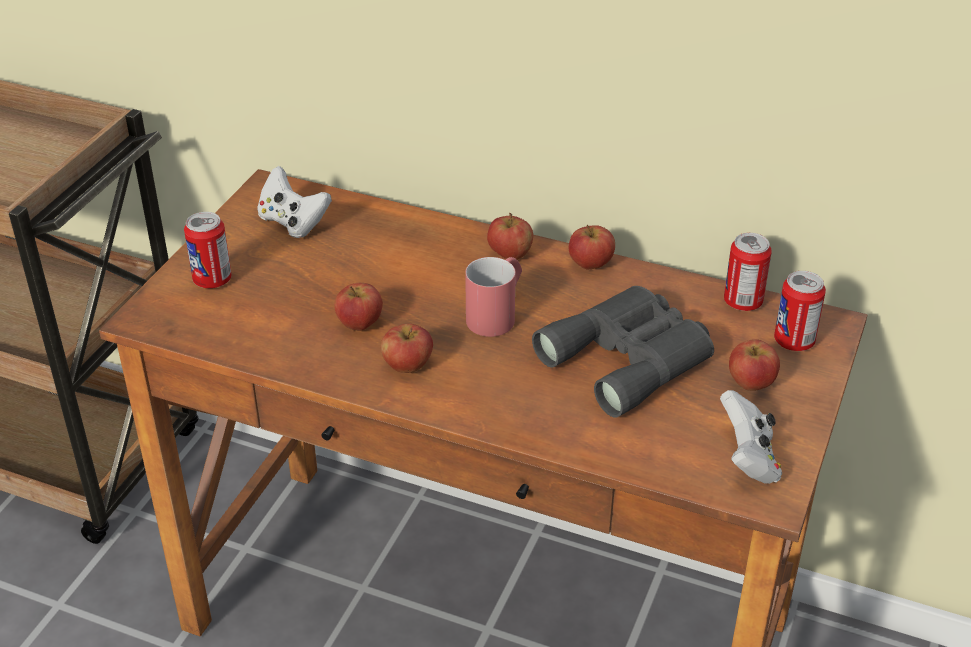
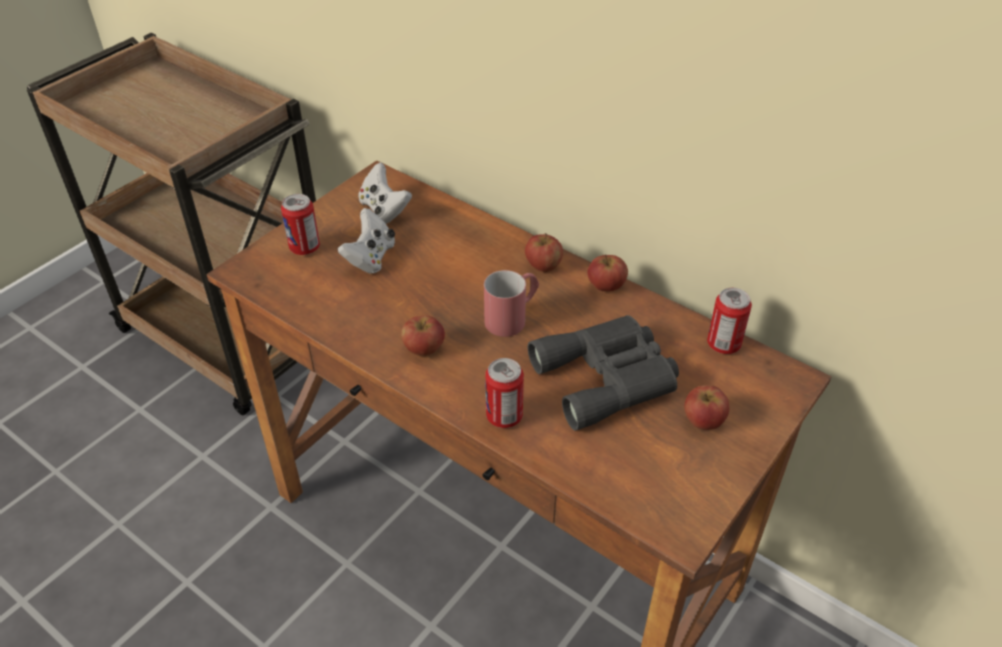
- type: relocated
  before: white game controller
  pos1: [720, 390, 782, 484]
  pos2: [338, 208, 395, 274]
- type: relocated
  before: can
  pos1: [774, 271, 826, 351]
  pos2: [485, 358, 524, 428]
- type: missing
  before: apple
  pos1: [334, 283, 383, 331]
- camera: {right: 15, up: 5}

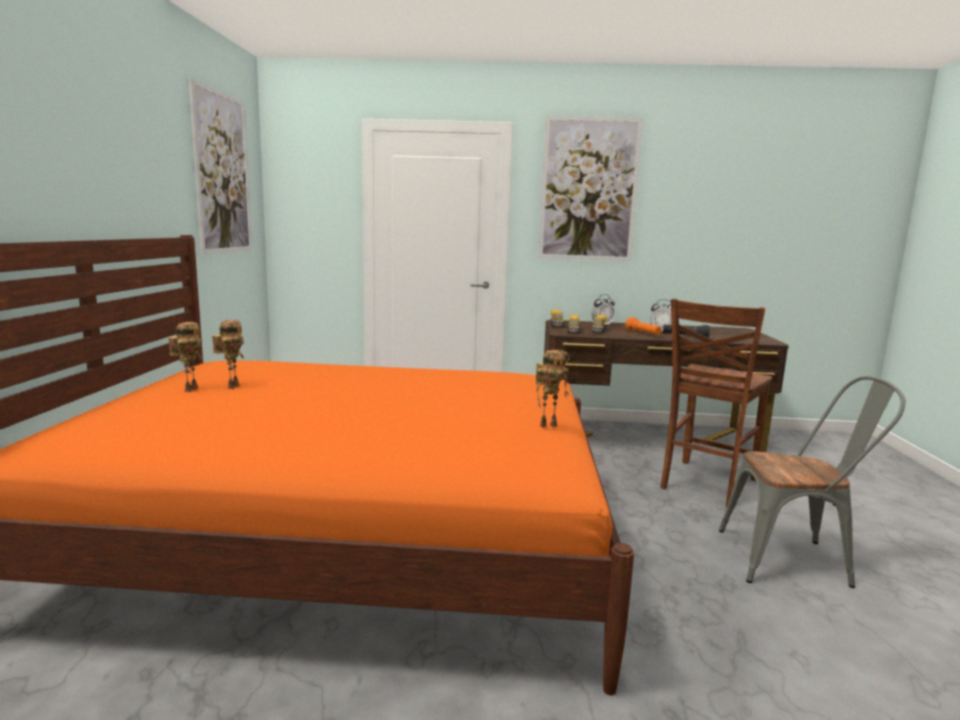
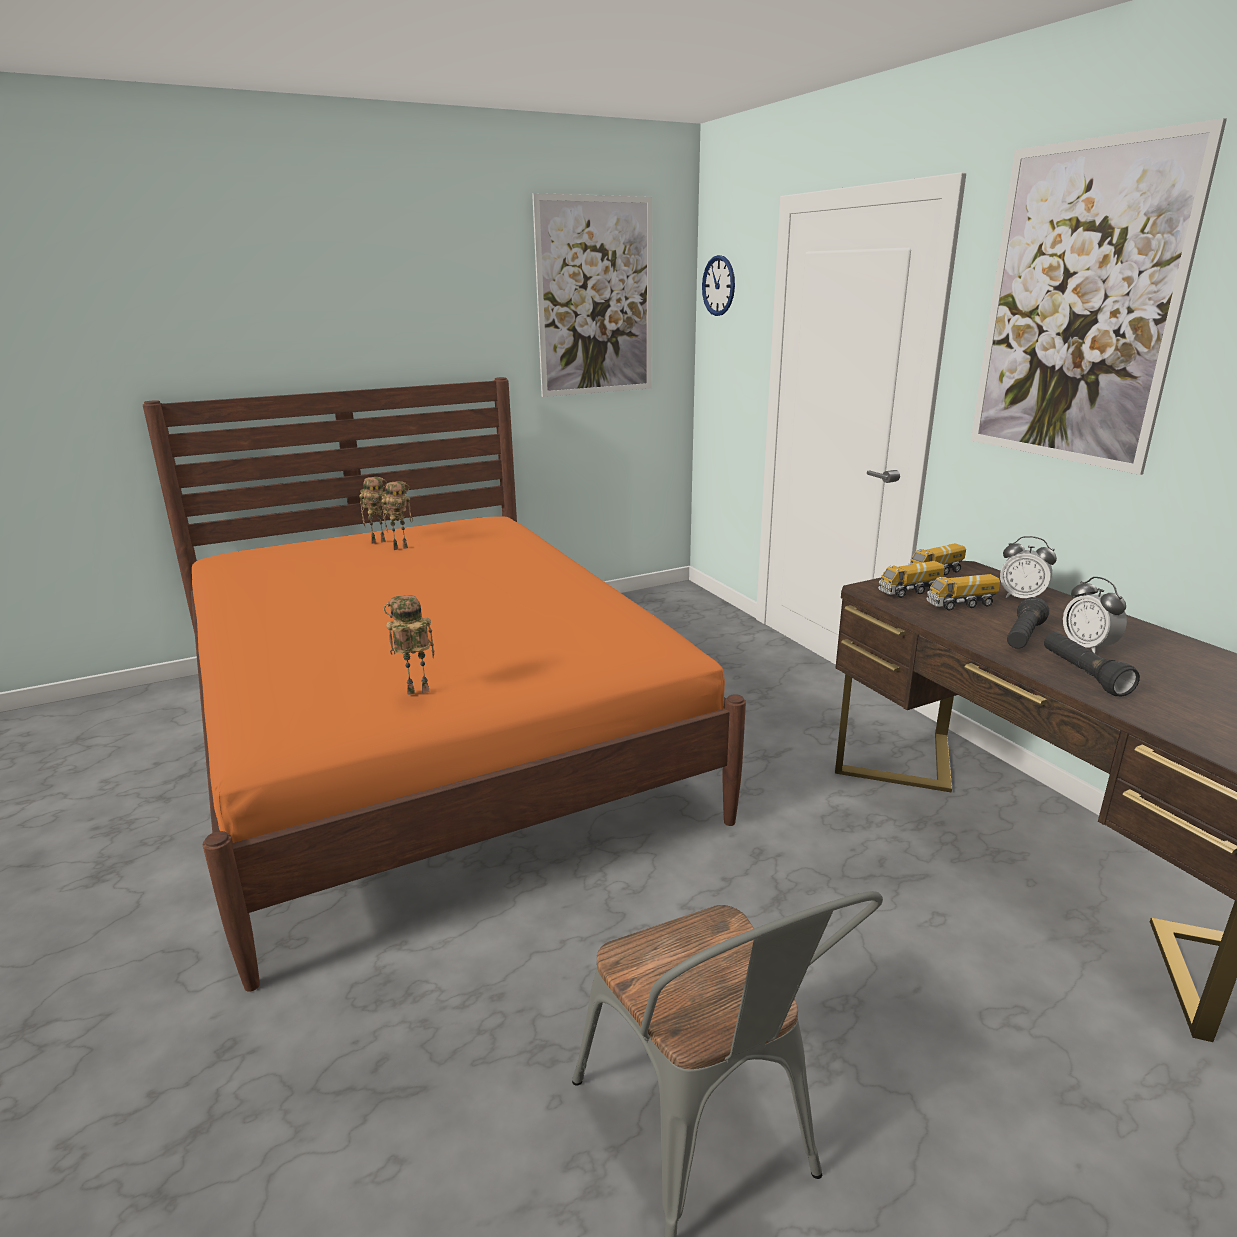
- type: spun
  before: toy robot
  pos1: [535, 350, 570, 428]
  pos2: [383, 595, 434, 695]
  turn: 120
- type: appeared
  after: wall clock
  pos2: [702, 255, 735, 316]
- type: colour
  before: orange flashlight
  after: black flashlight
  pos1: [625, 317, 662, 335]
  pos2: [1007, 597, 1049, 649]
- type: missing
  before: brown chair
  pos1: [661, 299, 772, 507]
- camera: {right: 60, up: 10}

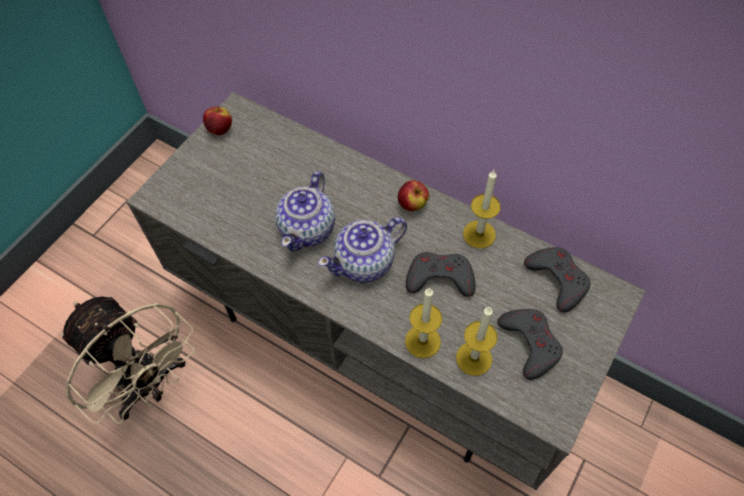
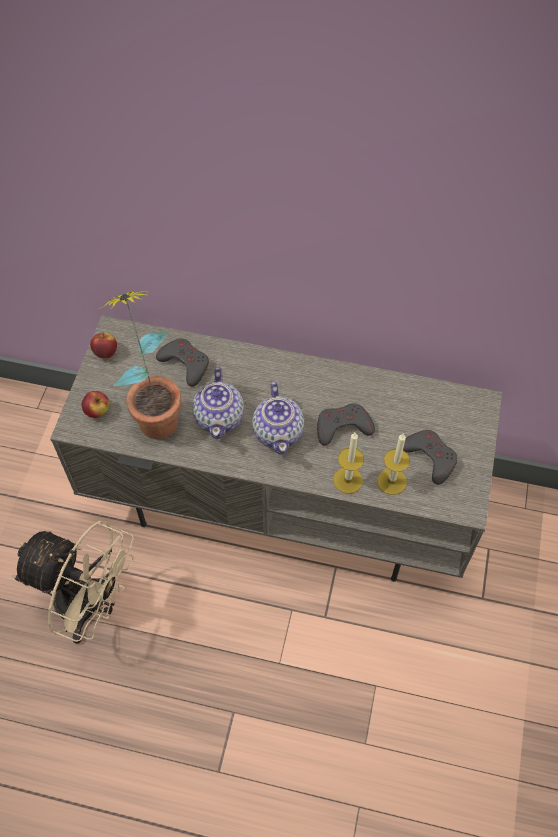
- type: relocated
  before: apple
  pos1: [398, 180, 429, 211]
  pos2: [82, 391, 110, 418]
- type: appeared
  after: potted plant
  pos2: [99, 291, 181, 439]
- type: relocated
  before: grey game controller
  pos1: [524, 247, 591, 312]
  pos2: [156, 339, 209, 387]
- type: spun
  before: teapot
  pos1: [318, 217, 407, 283]
  pos2: [252, 381, 304, 455]
  turn: -45
- type: missing
  before: candle
  pos1: [463, 170, 501, 248]
- camera: {right: -20, up: 0}

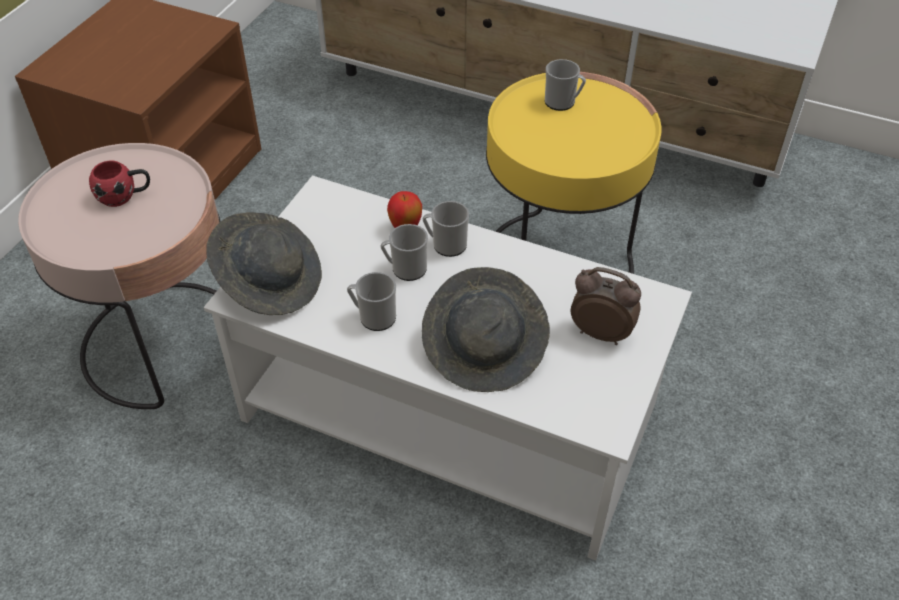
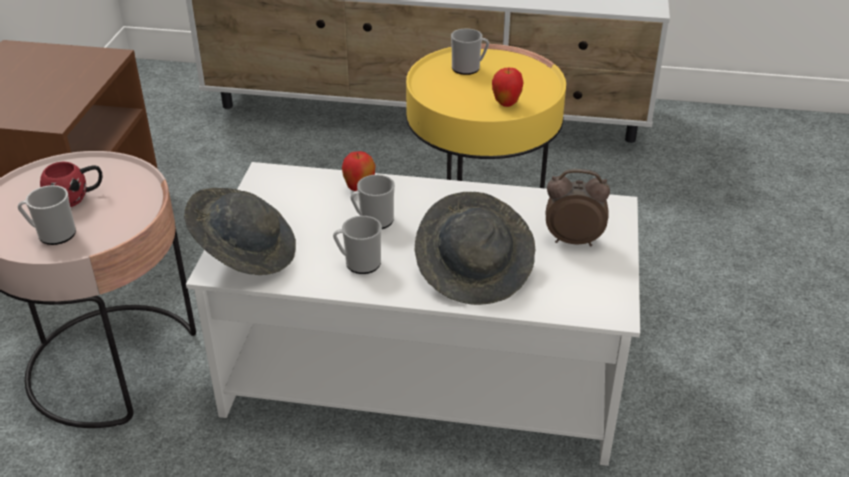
- type: relocated
  before: mug
  pos1: [423, 201, 469, 257]
  pos2: [18, 185, 76, 245]
- type: appeared
  after: apple
  pos2: [492, 68, 524, 107]
- camera: {right: -15, up: -10}

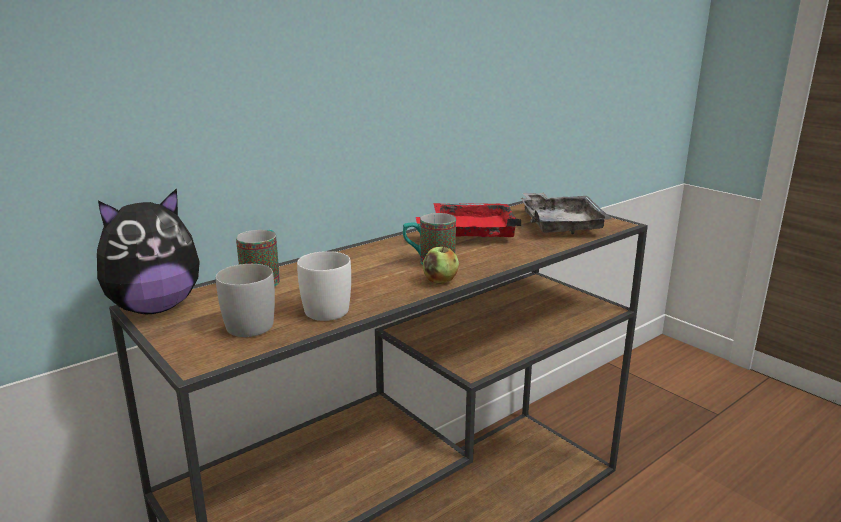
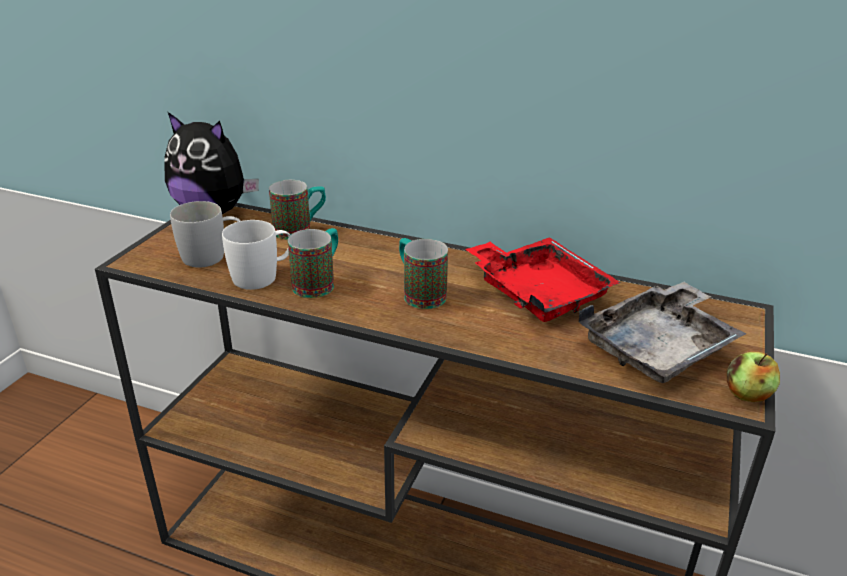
- type: appeared
  after: mug
  pos2: [288, 228, 338, 298]
- type: relocated
  before: apple
  pos1: [423, 243, 459, 284]
  pos2: [727, 352, 780, 402]
- camera: {right: 60, up: 10}

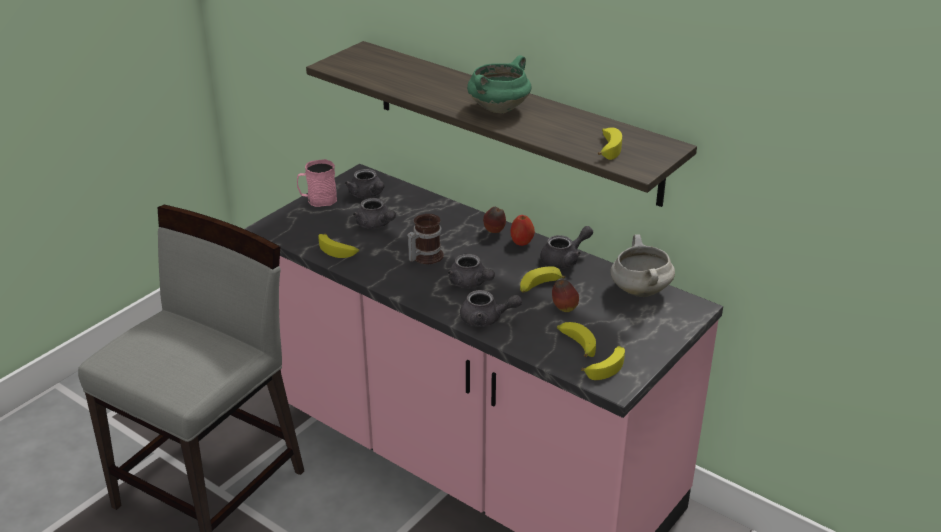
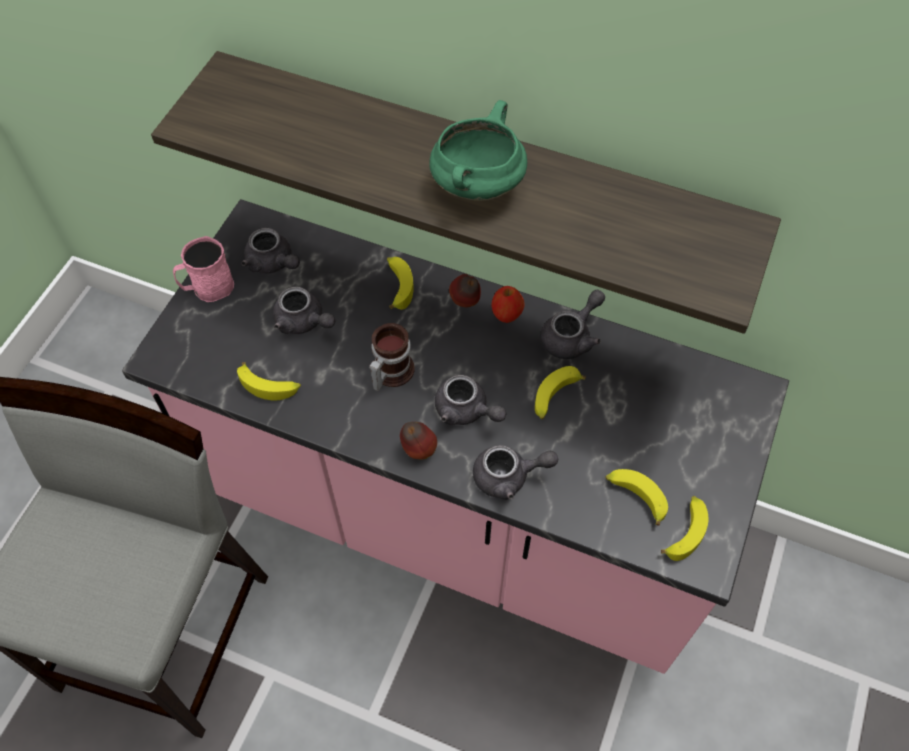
- type: relocated
  before: banana
  pos1: [598, 127, 622, 160]
  pos2: [387, 257, 414, 310]
- type: relocated
  before: apple
  pos1: [552, 279, 579, 312]
  pos2: [400, 422, 437, 459]
- type: missing
  before: white cooking pot
  pos1: [611, 234, 675, 297]
- camera: {right: -15, up: 25}

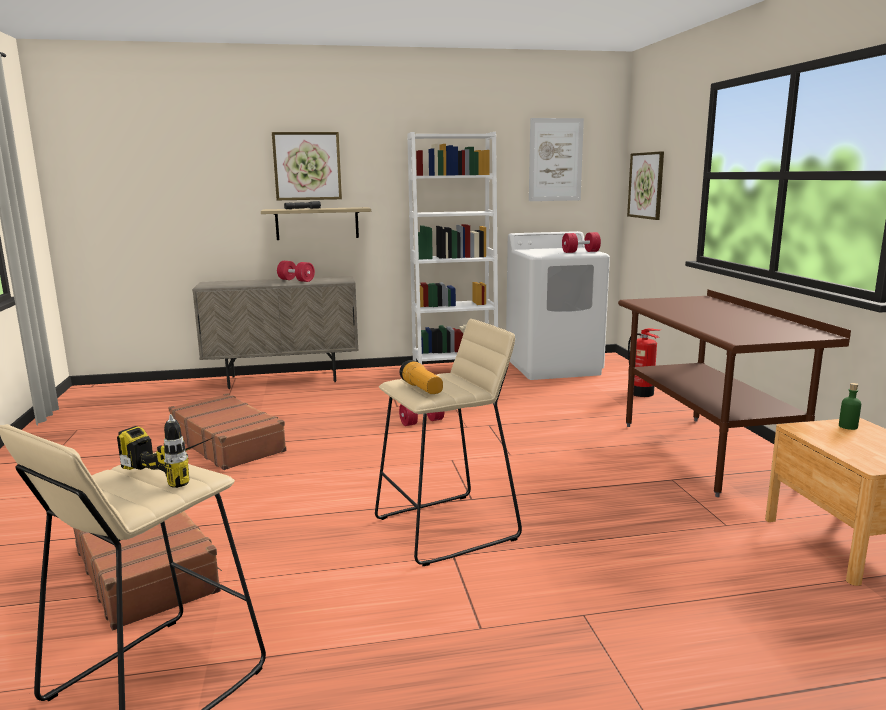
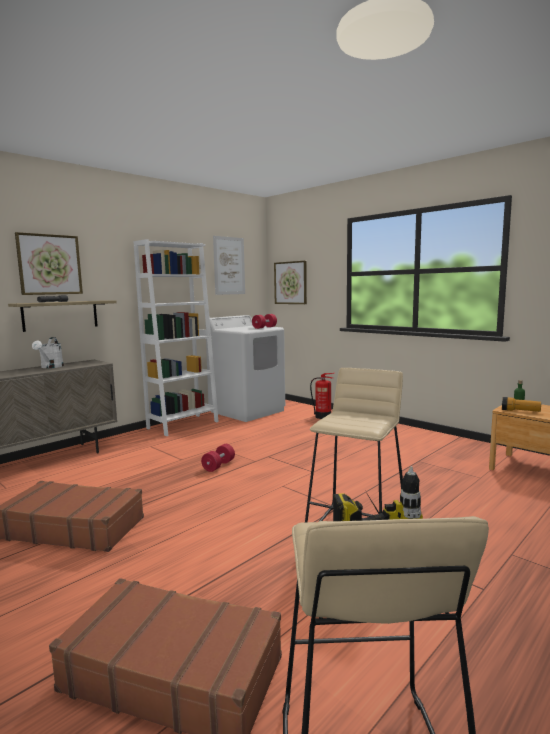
- type: exchanged
  before: red dumbbell
  after: white watering can
  pos1: [277, 261, 315, 282]
  pos2: [32, 337, 64, 368]
- type: relocated
  before: flashlight
  pos1: [400, 360, 443, 394]
  pos2: [502, 397, 541, 412]
- type: missing
  before: brown desk
  pos1: [618, 289, 851, 497]
- camera: {right: -35, up: -5}

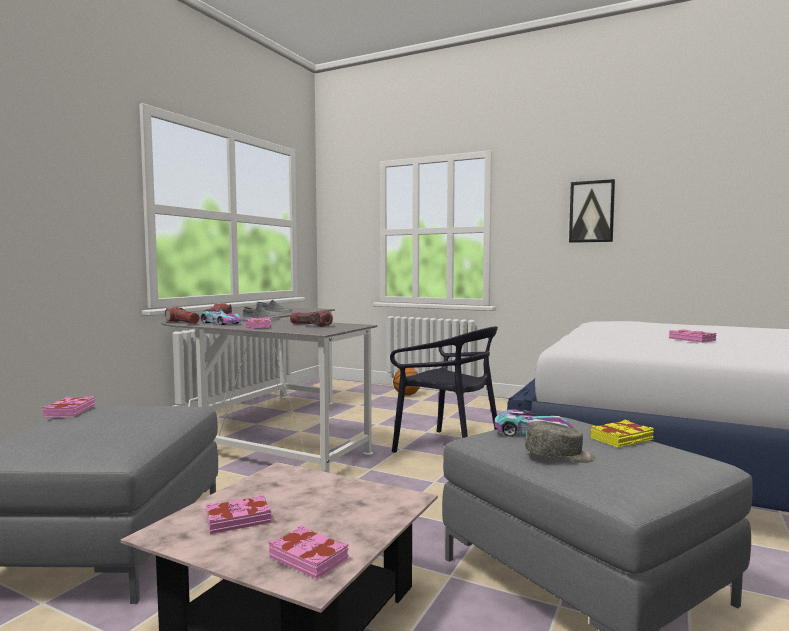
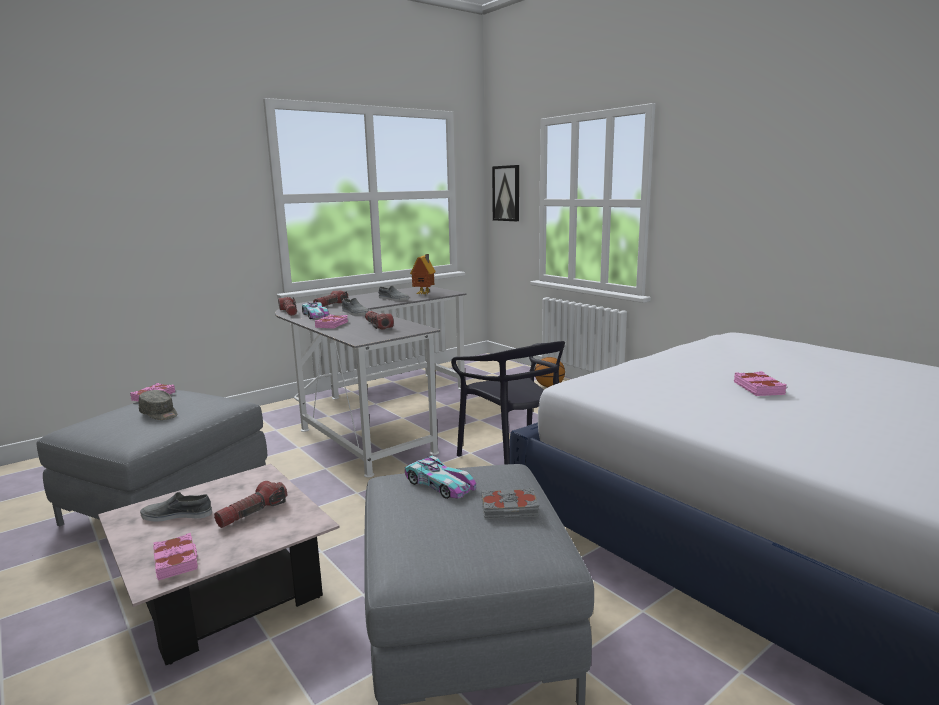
- type: relocated
  before: grey cap
  pos1: [525, 421, 595, 462]
  pos2: [139, 390, 177, 420]
- type: exchanged
  before: pink book
  after: grey shoe
  pos1: [206, 495, 271, 534]
  pos2: [140, 492, 212, 522]
- type: appeared
  after: flashlight
  pos2: [214, 481, 288, 528]
- type: appeared
  after: toy house
  pos2: [410, 254, 436, 294]
- type: colour
  before: yellow book
  after: grey book
  pos1: [591, 420, 654, 448]
  pos2: [481, 488, 539, 520]
- type: relocated
  before: picture
  pos1: [569, 179, 615, 243]
  pos2: [492, 165, 519, 221]
- camera: {right: 25, up: 10}

